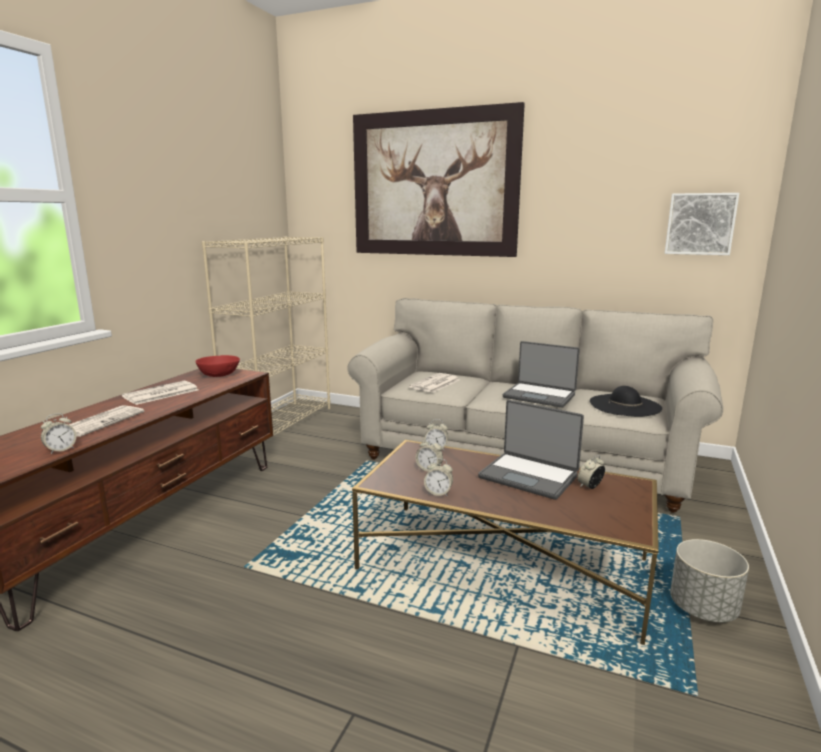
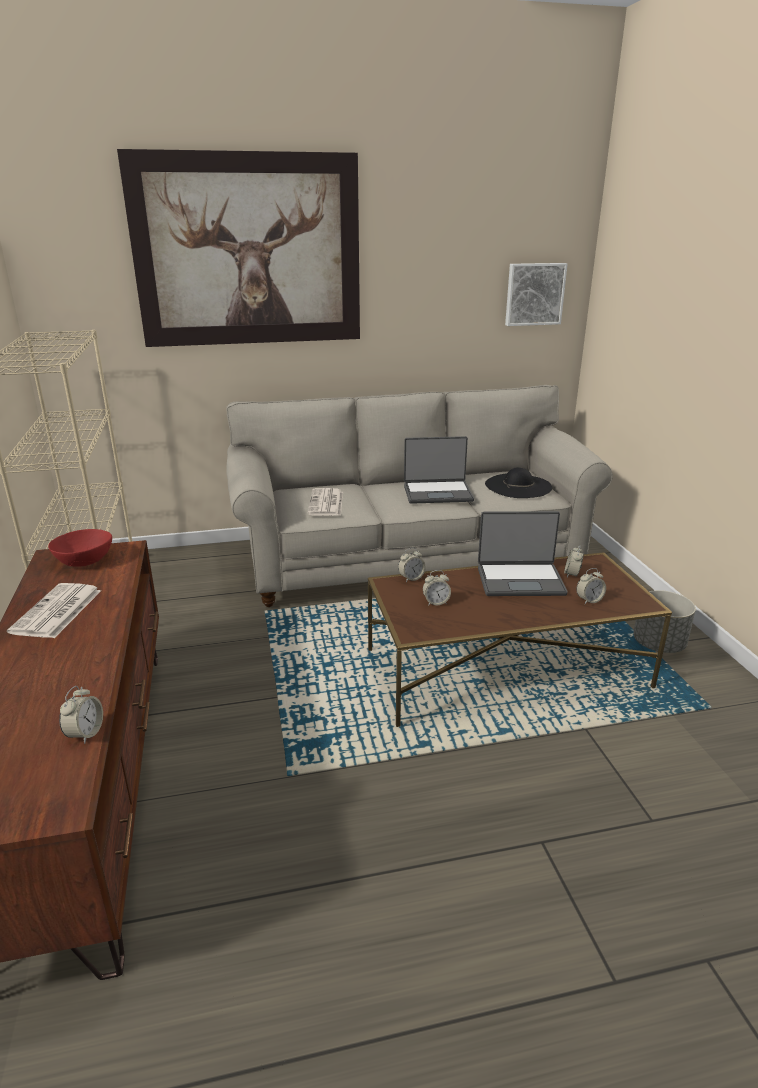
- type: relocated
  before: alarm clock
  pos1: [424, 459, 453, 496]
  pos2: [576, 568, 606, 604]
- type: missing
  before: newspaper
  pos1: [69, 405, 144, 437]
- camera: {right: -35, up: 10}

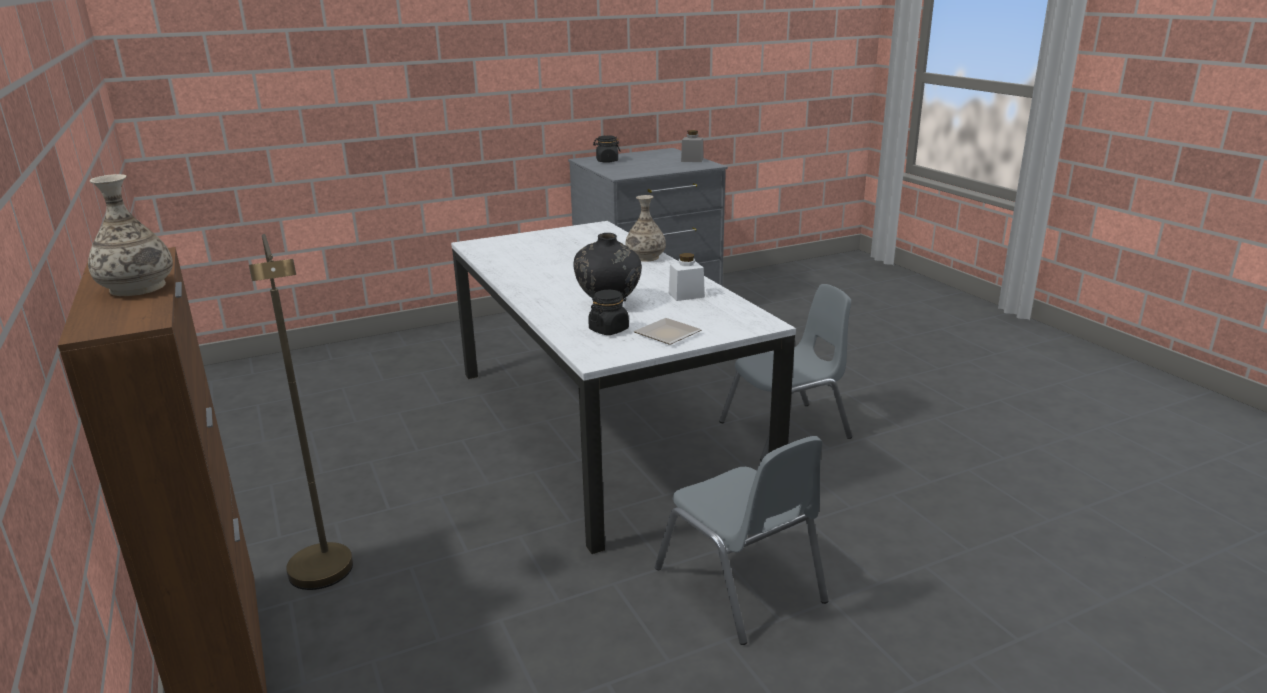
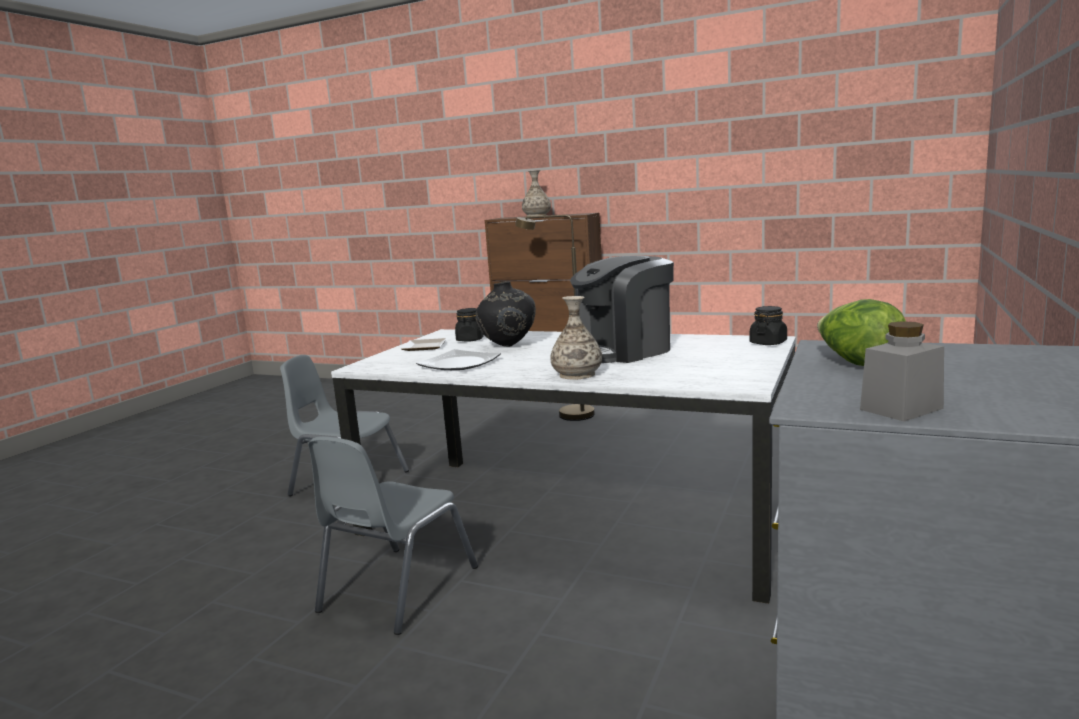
- type: exchanged
  before: white jar
  after: plate
  pos1: [669, 253, 705, 301]
  pos2: [416, 349, 501, 370]
- type: appeared
  after: coffee machine
  pos2: [570, 256, 674, 363]
- type: relocated
  before: black jar
  pos1: [593, 135, 620, 163]
  pos2: [749, 306, 787, 345]
- type: appeared
  after: lettuce
  pos2: [817, 299, 906, 366]
- camera: {right: 140, up: -10}

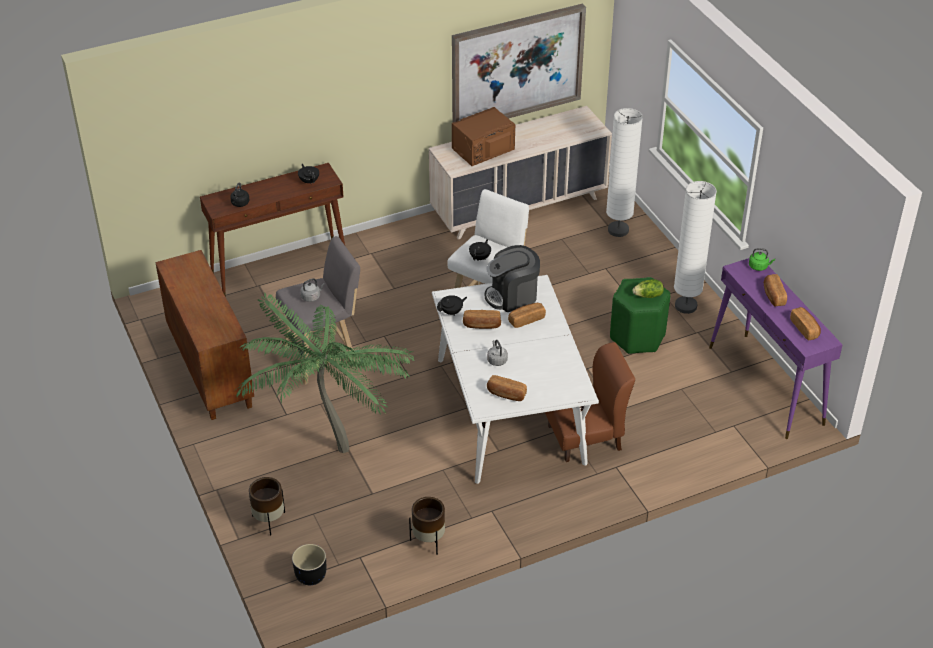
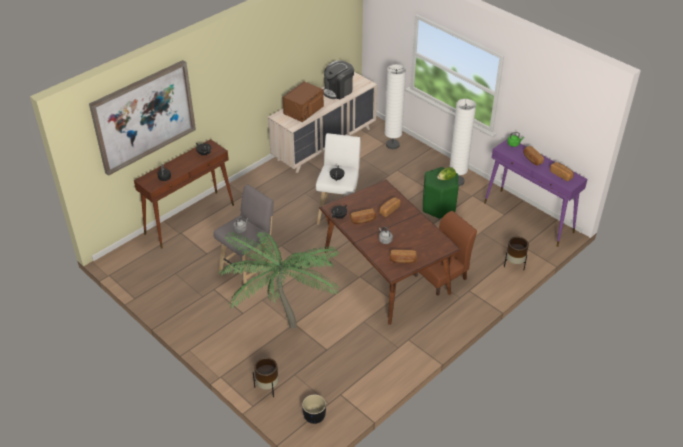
- type: relocated
  before: picture
  pos1: [452, 3, 586, 123]
  pos2: [89, 60, 196, 176]
- type: colour
  before: white dining table
  after: brown dining table
  pos1: [432, 275, 599, 484]
  pos2: [319, 179, 462, 325]
- type: relocated
  before: coffee machine
  pos1: [485, 245, 540, 312]
  pos2: [323, 61, 354, 99]
- type: relocated
  before: brown planter
  pos1: [409, 497, 445, 554]
  pos2: [504, 237, 529, 271]
- type: missing
  before: brown cabinet
  pos1: [155, 250, 254, 420]
- camera: {right: -20, up: 0}

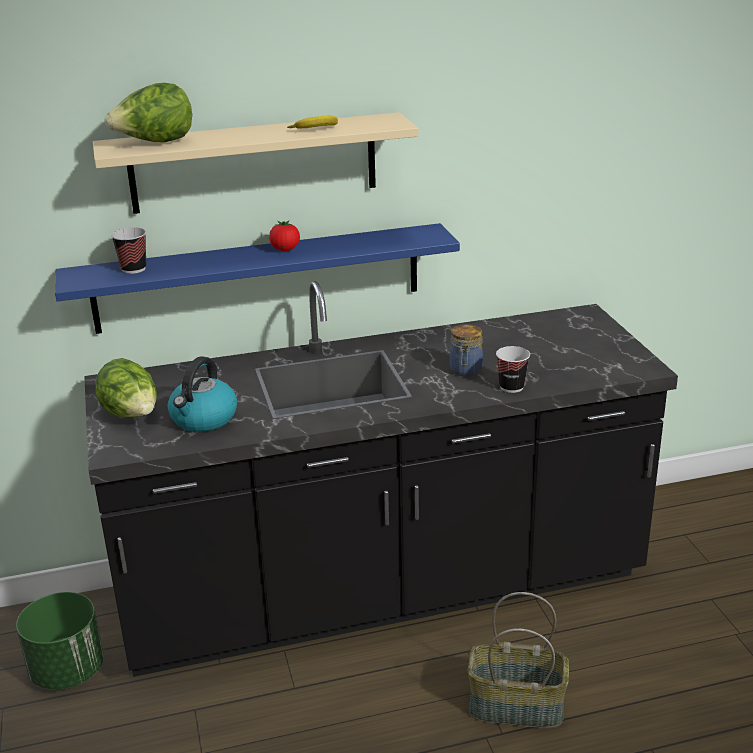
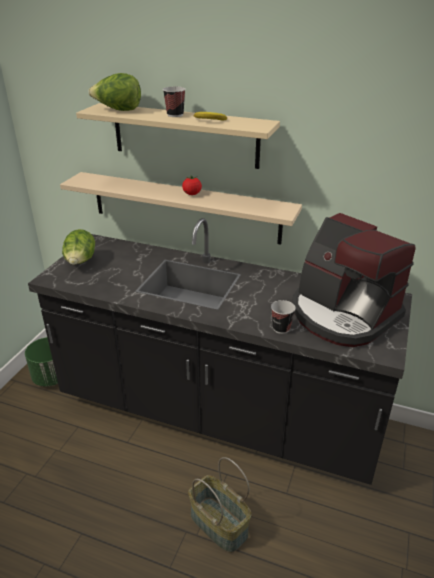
- type: colour
  before: blue shelf
  after: beige shelf
  pos1: [55, 223, 460, 334]
  pos2: [60, 172, 302, 245]
- type: relocated
  before: cup
  pos1: [111, 227, 146, 274]
  pos2: [163, 87, 186, 117]
- type: appeared
  after: coffee machine
  pos2: [292, 213, 415, 347]
- type: missing
  before: kettle
  pos1: [167, 357, 237, 432]
- type: missing
  before: jar
  pos1: [450, 324, 483, 376]
- camera: {right: 35, up: 5}

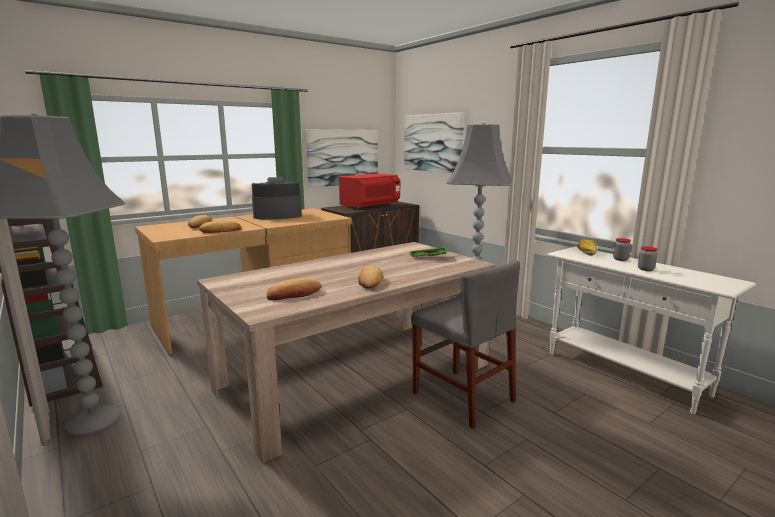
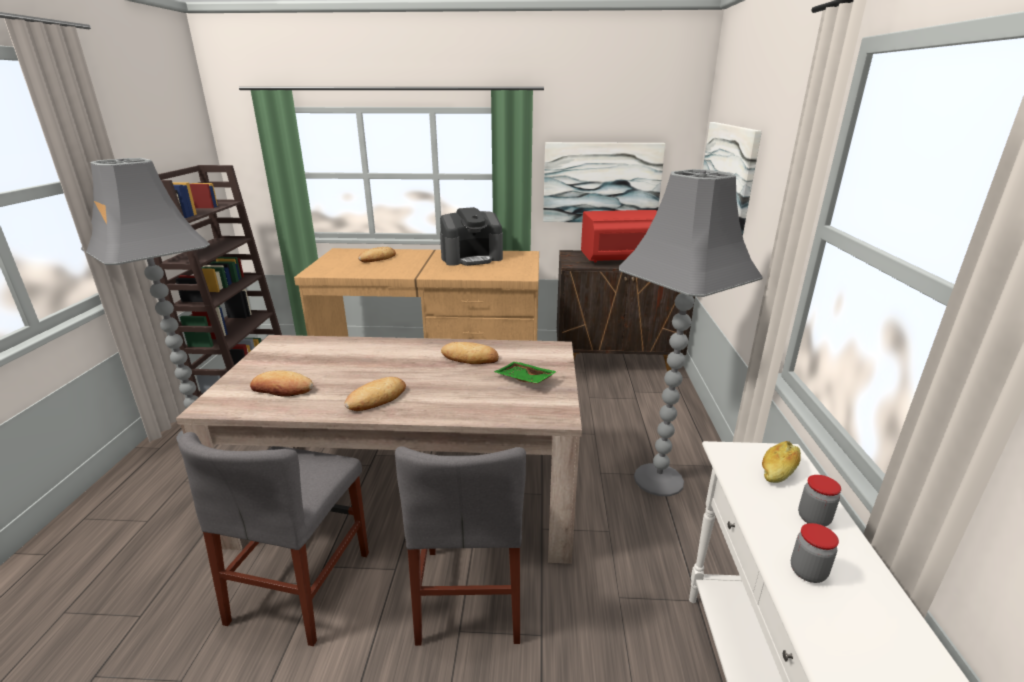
- type: appeared
  after: grey chair
  pos2: [178, 432, 369, 646]
- type: spun
  before: coffee machine
  pos1: [252, 177, 302, 219]
  pos2: [440, 207, 503, 266]
  turn: 135
- type: relocated
  before: bread
  pos1: [199, 221, 241, 233]
  pos2: [441, 342, 499, 364]
- camera: {right: 40, up: 10}

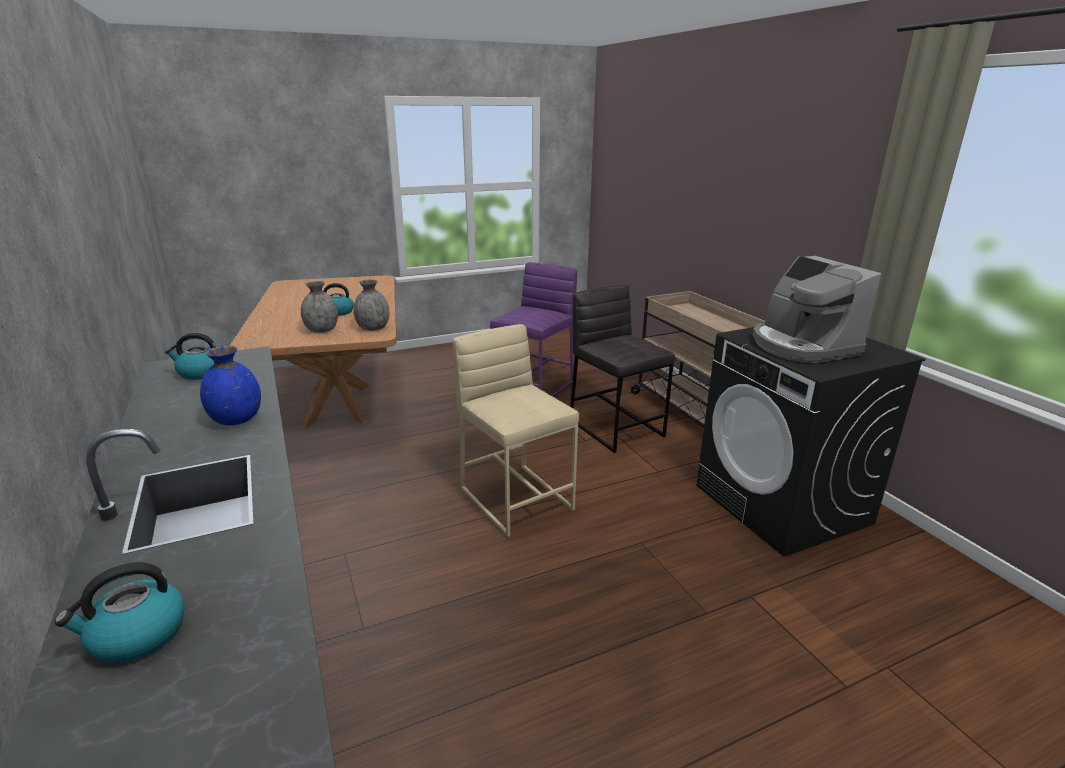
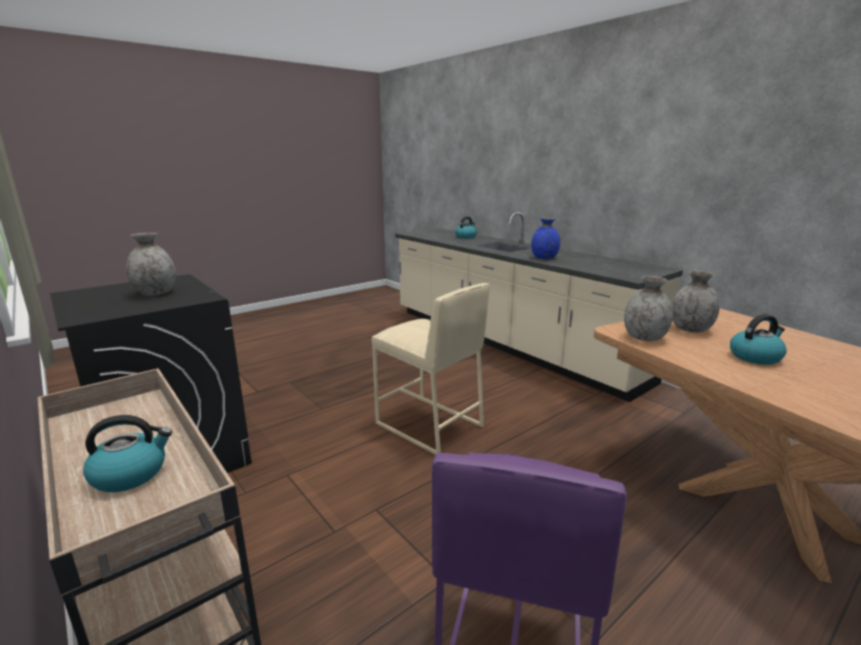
- type: relocated
  before: kettle
  pos1: [165, 333, 216, 380]
  pos2: [83, 415, 172, 492]
- type: exchanged
  before: coffee machine
  after: grey vase
  pos1: [753, 256, 881, 363]
  pos2: [126, 233, 176, 295]
- type: missing
  before: grey stool
  pos1: [570, 285, 675, 453]
- camera: {right: 165, up: -5}

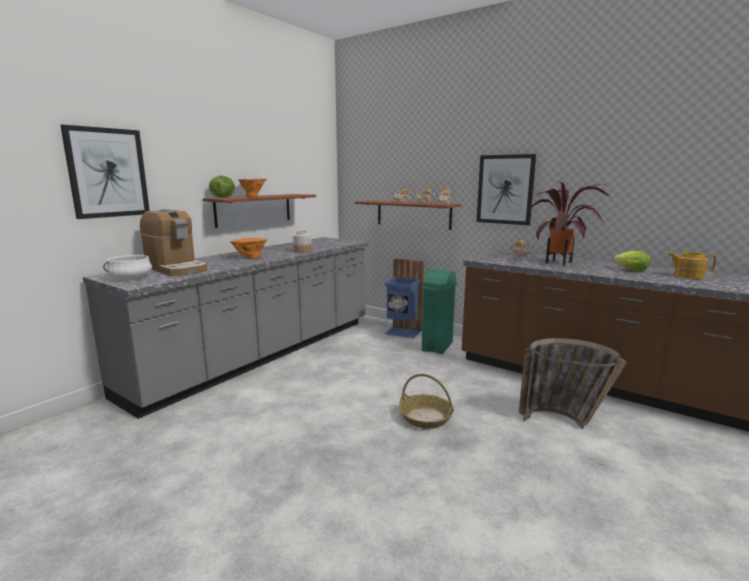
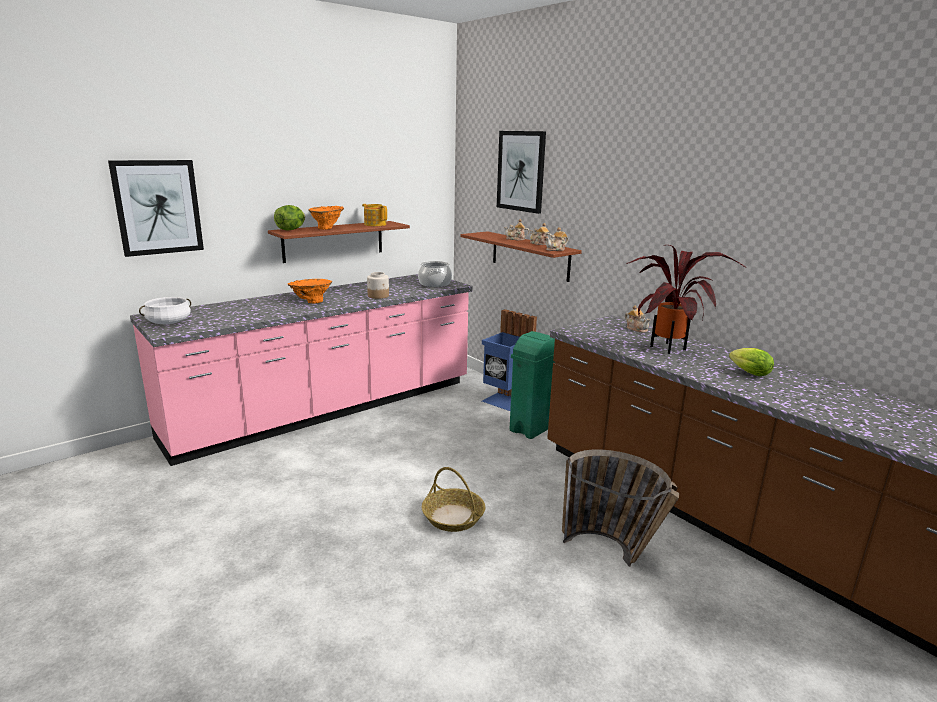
- type: colour
  before: grey counter
  after: pink counter
  pos1: [83, 237, 368, 419]
  pos2: [130, 274, 473, 466]
- type: relocated
  before: teapot
  pos1: [668, 252, 717, 279]
  pos2: [362, 204, 387, 226]
- type: appeared
  after: cooking pot
  pos2: [418, 261, 452, 287]
- type: relocated
  before: picture
  pos1: [476, 154, 536, 225]
  pos2: [497, 131, 546, 214]
- type: missing
  before: coffee machine
  pos1: [140, 209, 207, 276]
- camera: {right: 15, up: 5}

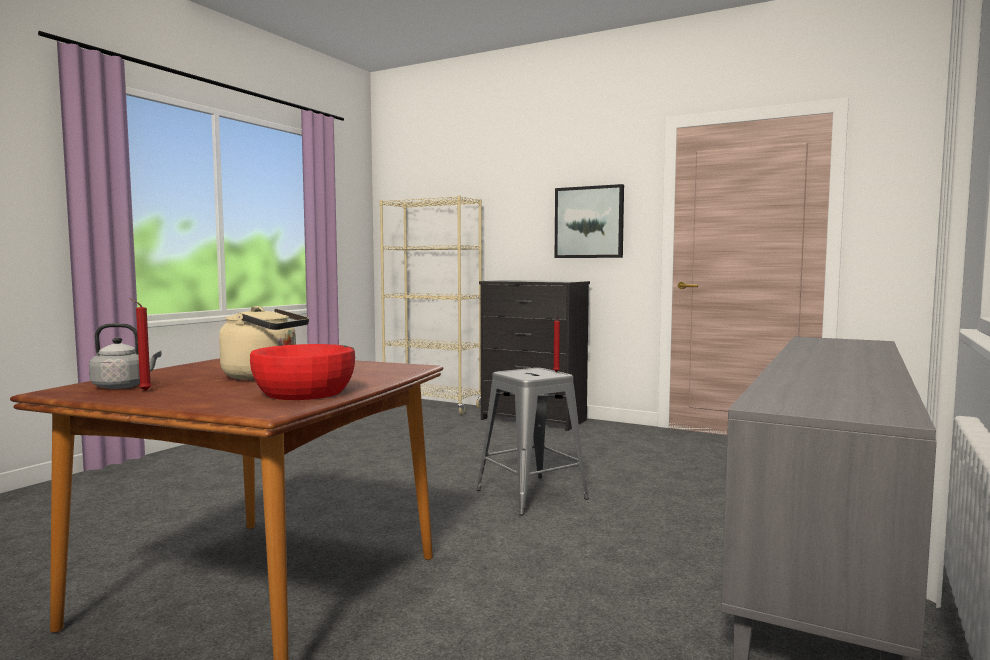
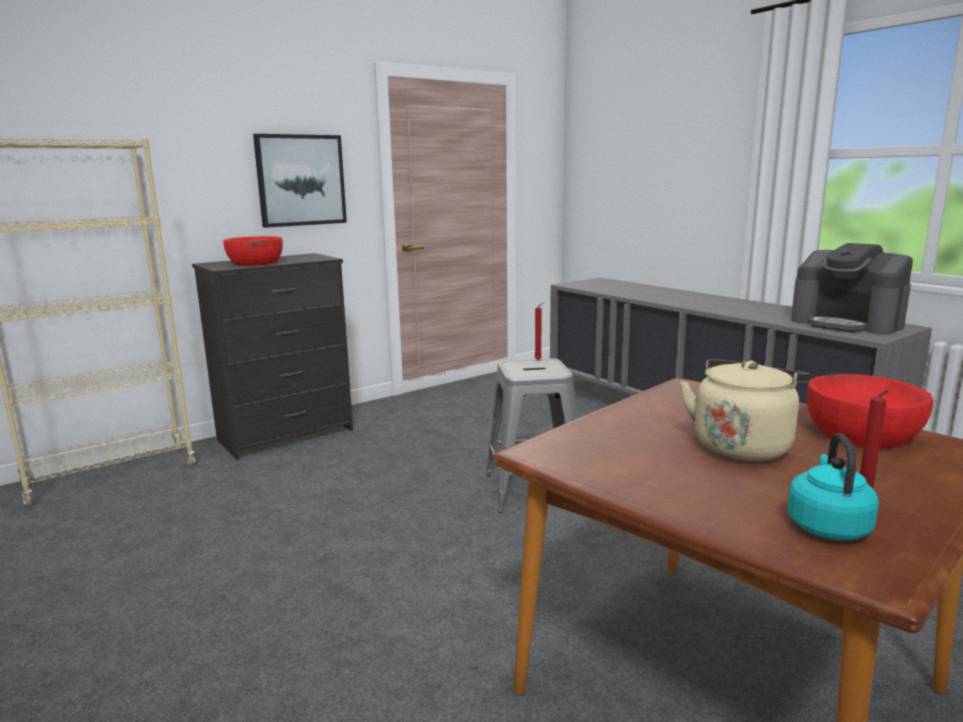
- type: appeared
  after: red bowl
  pos2: [224, 236, 283, 266]
- type: colour
  before: grey kettle
  after: turquoise kettle
  pos1: [89, 323, 161, 389]
  pos2: [787, 433, 879, 540]
- type: appeared
  after: coffee machine
  pos2: [791, 243, 913, 335]
- camera: {right: -65, up: 10}

